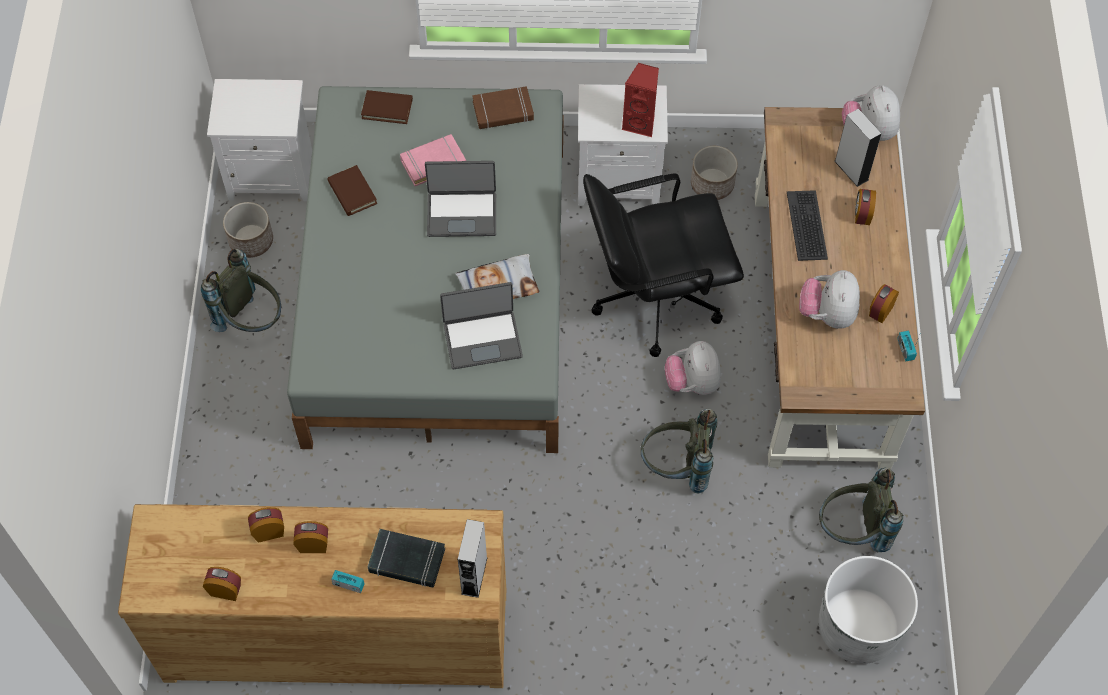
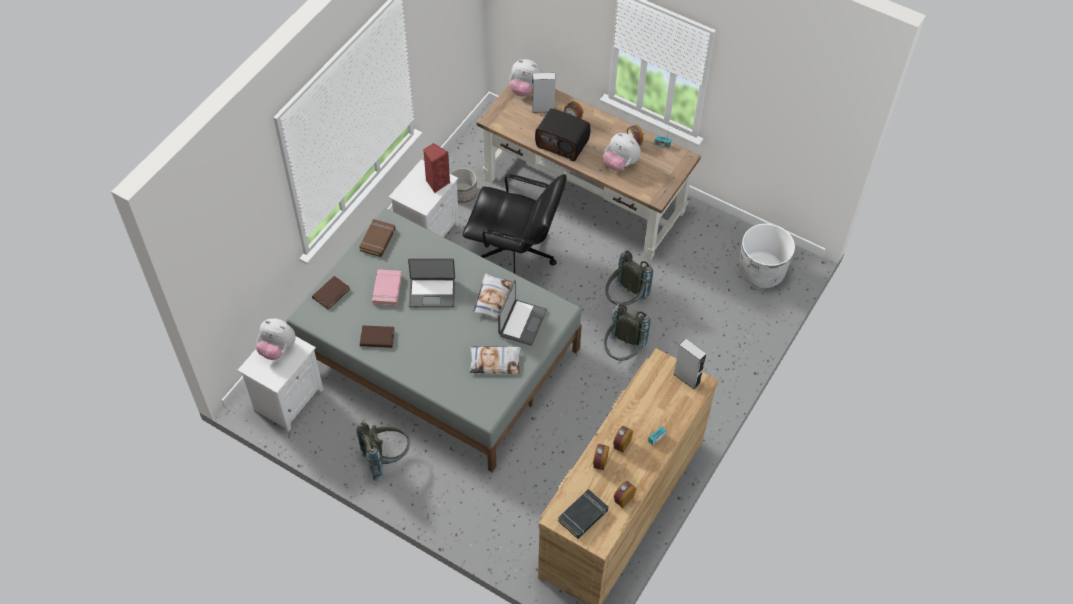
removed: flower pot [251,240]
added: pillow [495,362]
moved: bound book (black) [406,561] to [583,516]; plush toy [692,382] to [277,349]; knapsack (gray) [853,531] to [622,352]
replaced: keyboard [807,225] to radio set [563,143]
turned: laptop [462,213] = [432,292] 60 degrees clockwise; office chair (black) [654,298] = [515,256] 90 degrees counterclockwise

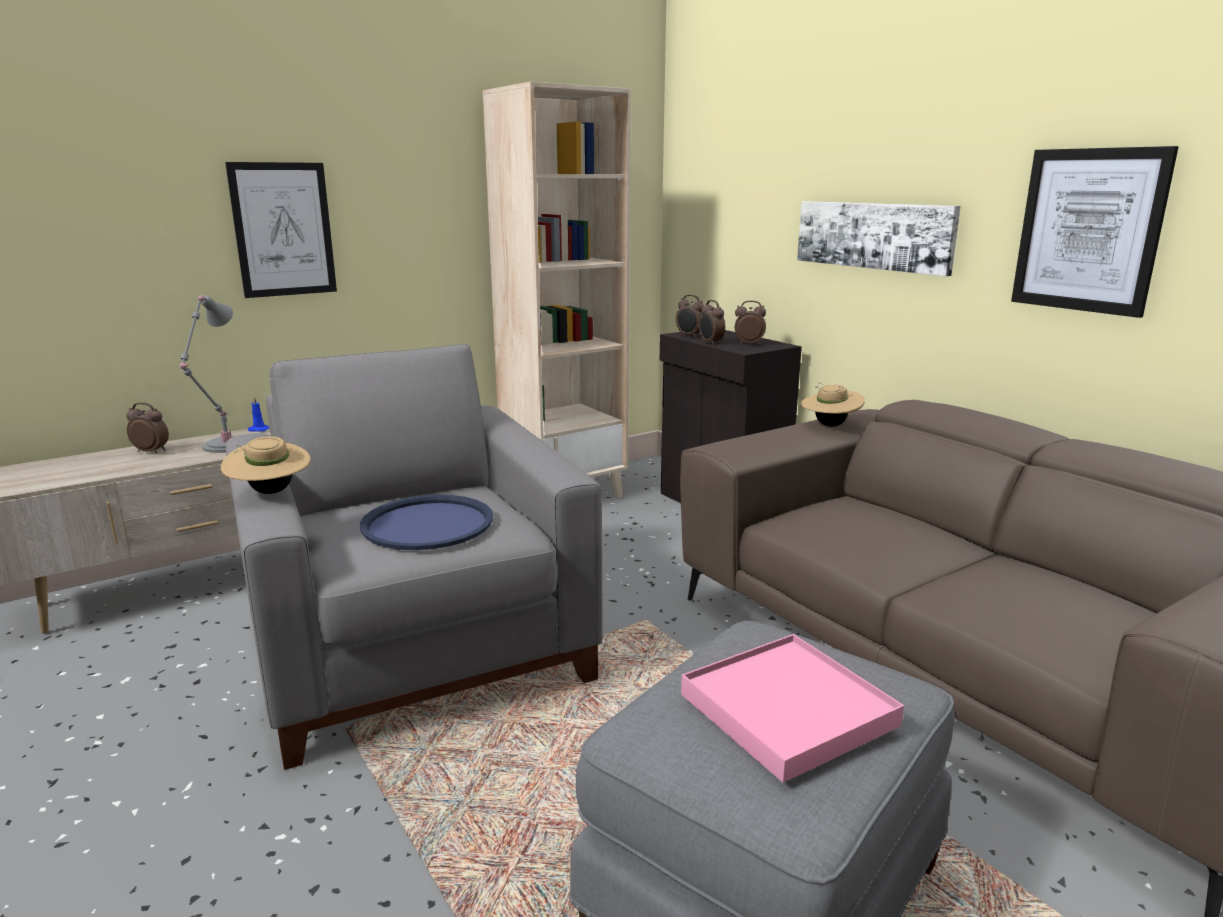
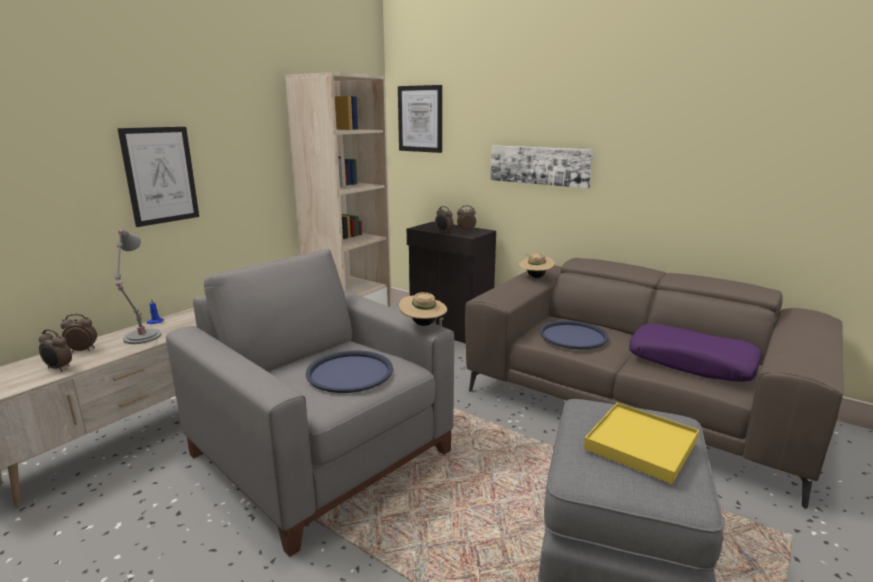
added: carrying tray (bluish) [573,336]; pillow (purplish) [691,363]
moved: wearable hat (sand-coloured) [270,492] to [423,324]; table clock [689,336] to [58,368]; wall art [1088,230] to [420,119]
recoloured: carrying tray (pink-coloured) [787,710] to carrying tray (yellow-coloured) [641,445]

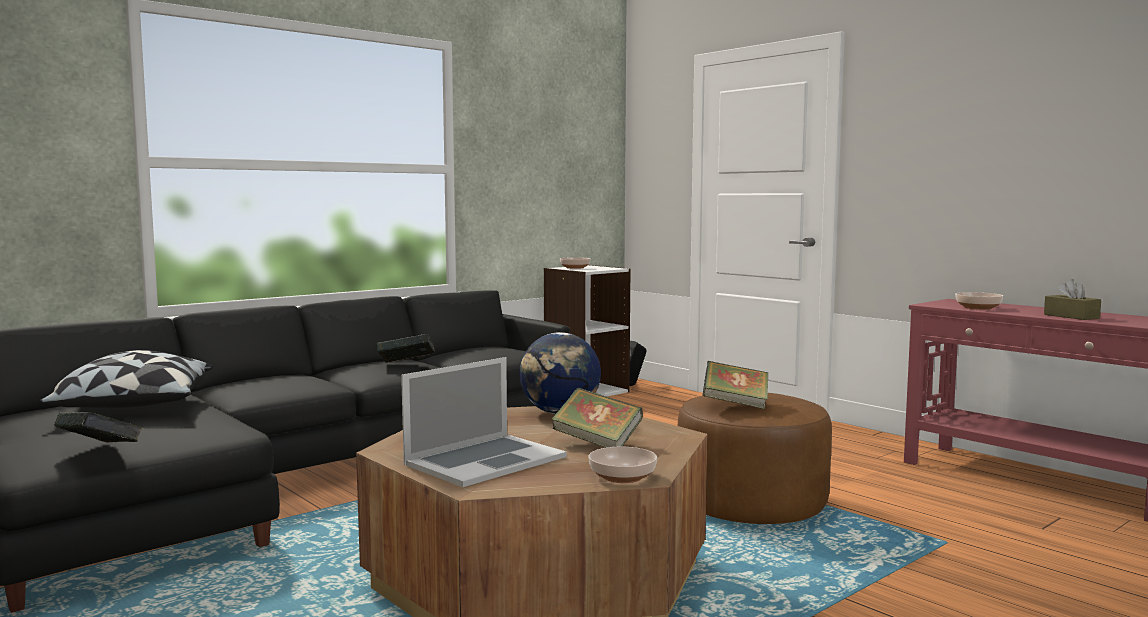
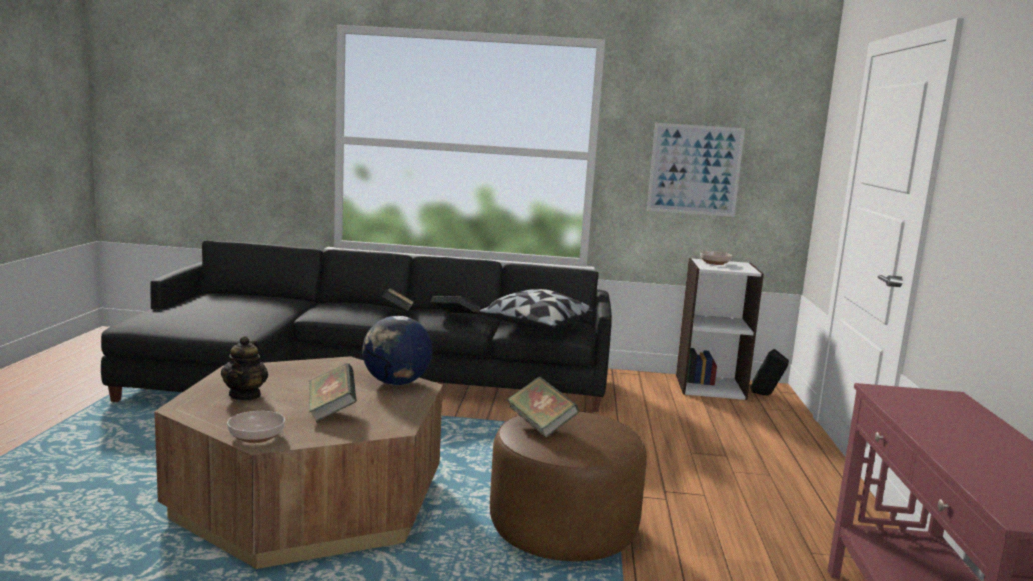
removed: serving bowl [978,308]; tissue holder (brownish) [1071,316]
added: wall art [695,170]
moved: pillow [135,407] to [536,327]; bound book [100,452] to [398,313]
replaced: laptop [485,460] to tea pot [245,395]

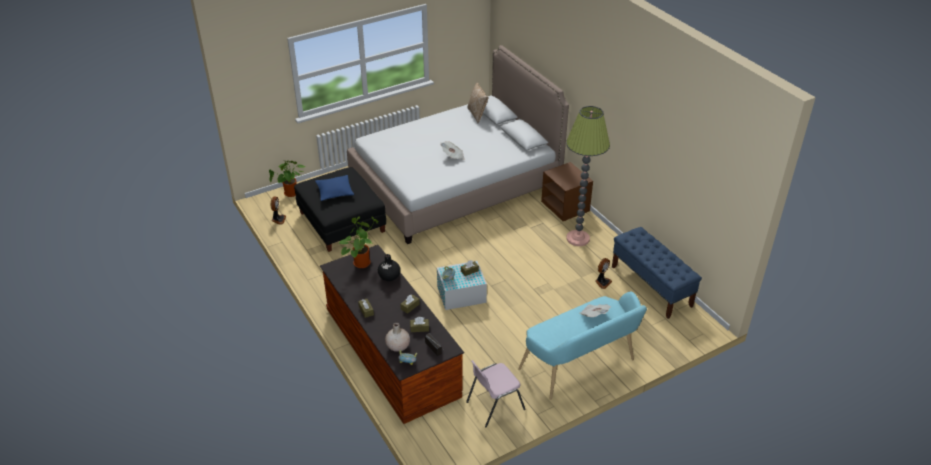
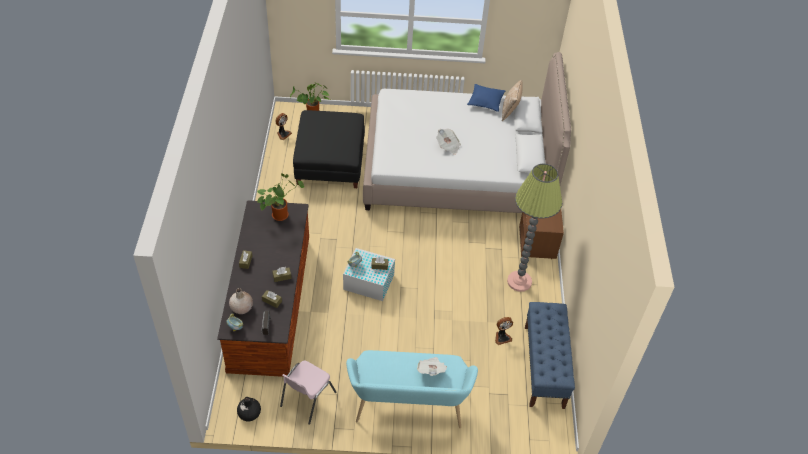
moved: pillow (bluish) [335,192] to [485,101]; flower vase (black) [389,277] to [249,414]
turned: plain chair (pink-coloured) [494,405] = [307,399] 60 degrees counterclockwise

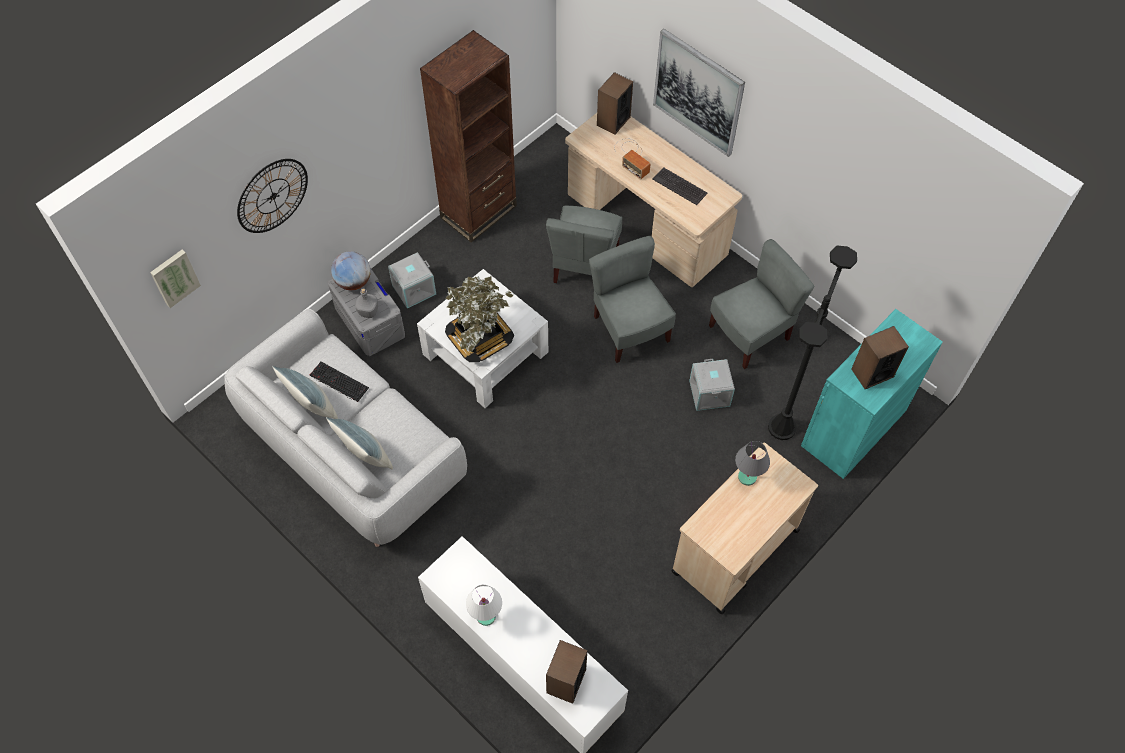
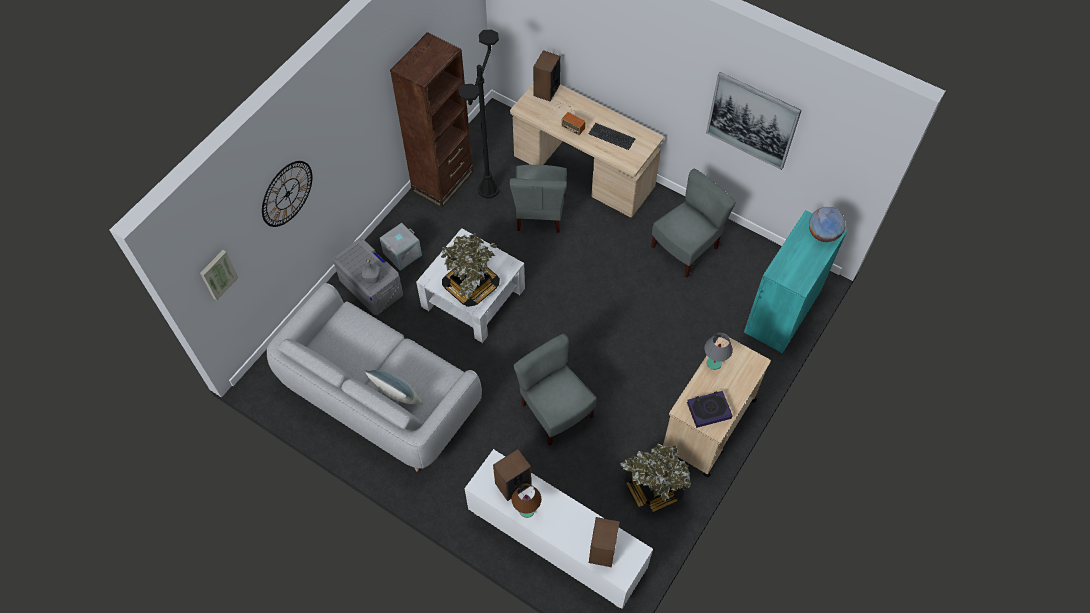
removed: pillow [312,405]; keyboard [338,382]; storage box (gray) [710,393]
added: houseplant [653,489]; bound book [708,410]
moved: globe [353,281] to [823,234]; plain chair (gray) [629,329] to [555,411]; wall art [698,92] to [752,120]; standard lamp (black) [782,427] to [488,189]; loudspeaker [872,373] to [513,484]
recoloured: tabletop lamp (white-coloured) [486,615] to tabletop lamp (brownish) [526,509]

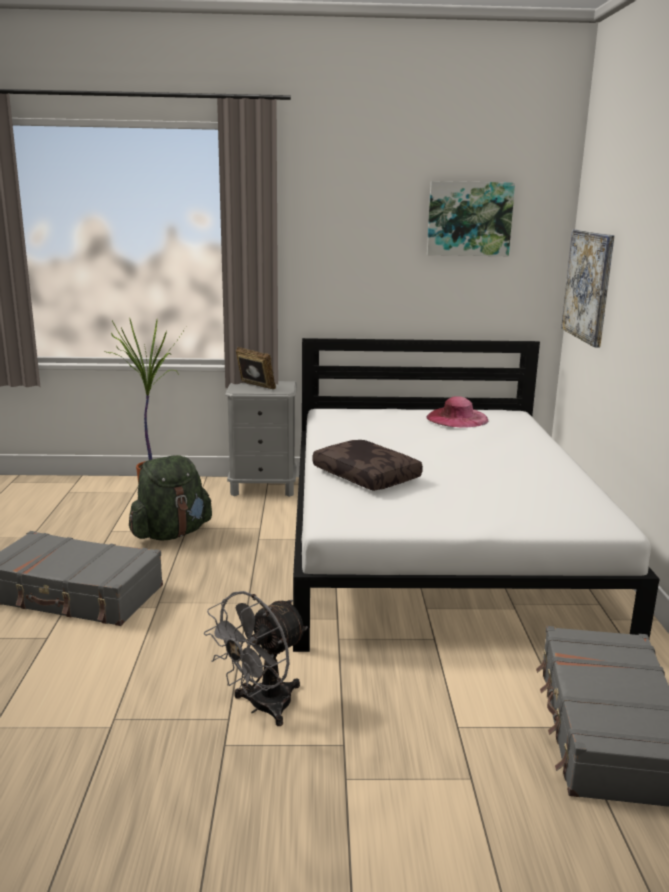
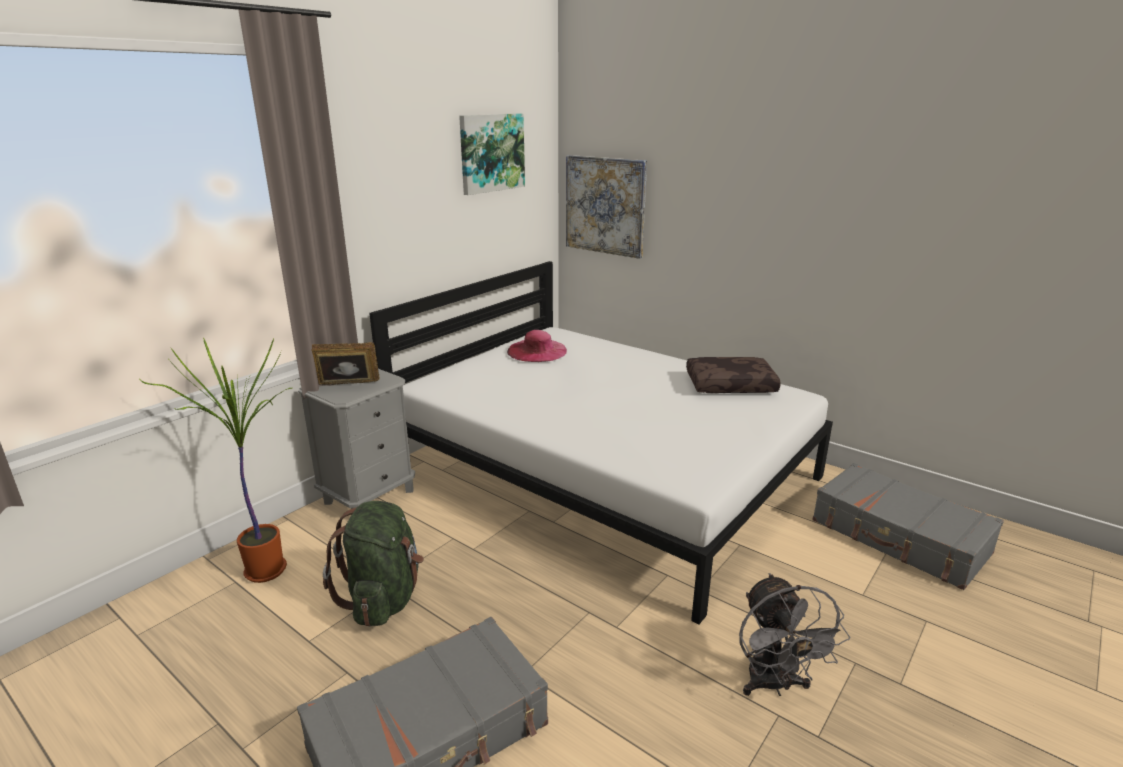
moved: pillow (brownish) [367,476] to [730,384]

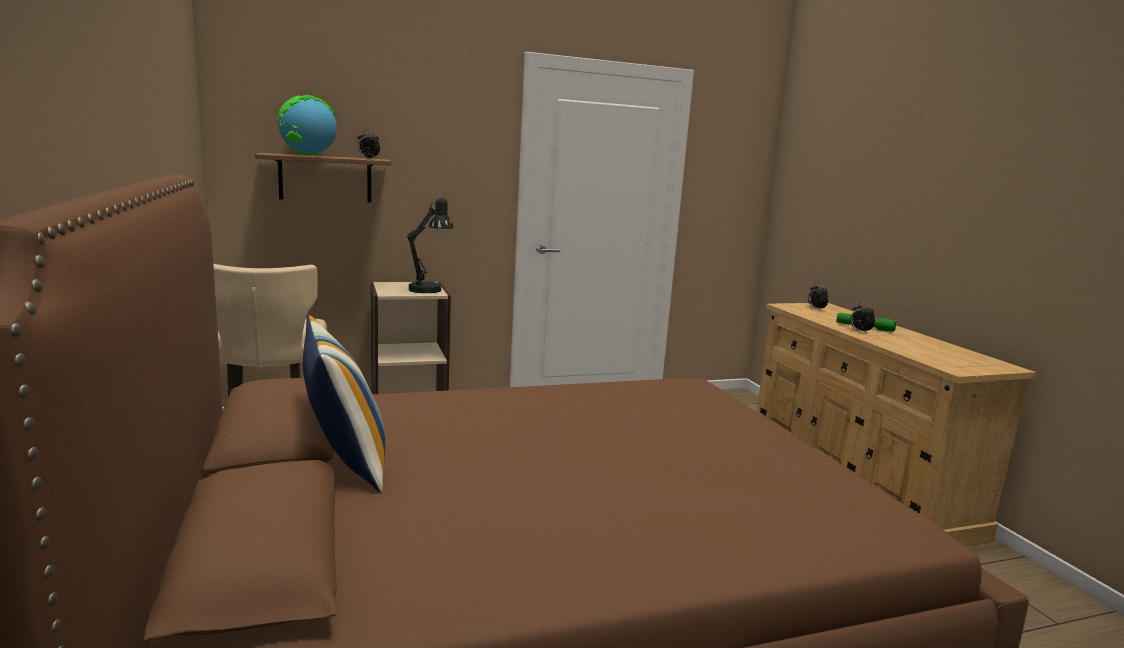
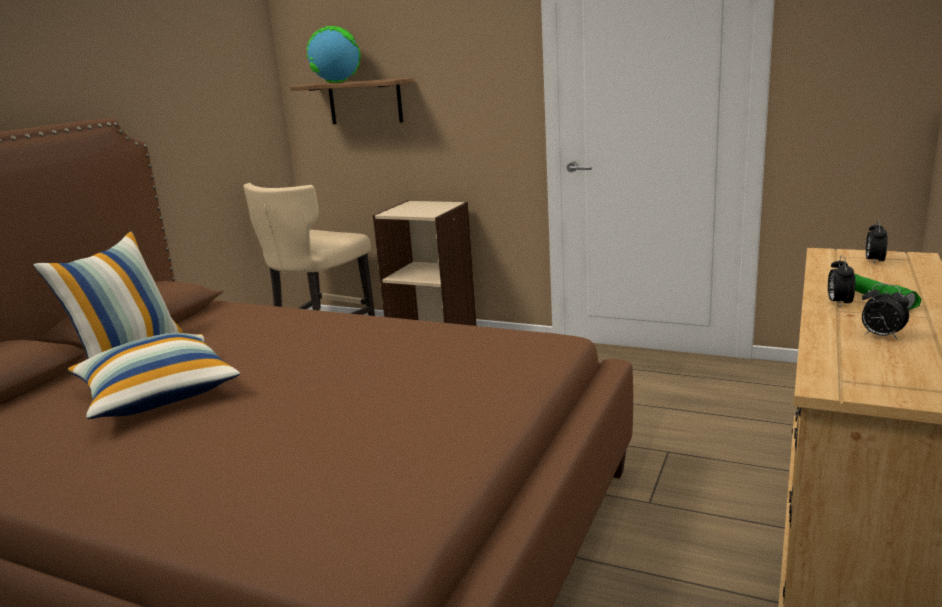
removed: tabletop lamp (black) [429,288]
added: pillow [156,395]
moved: table clock [368,158] to [880,336]

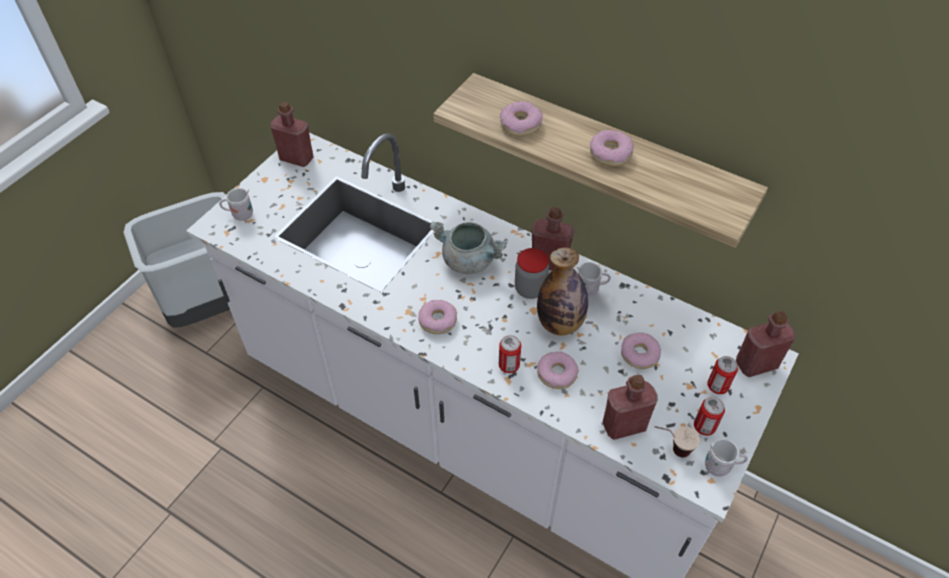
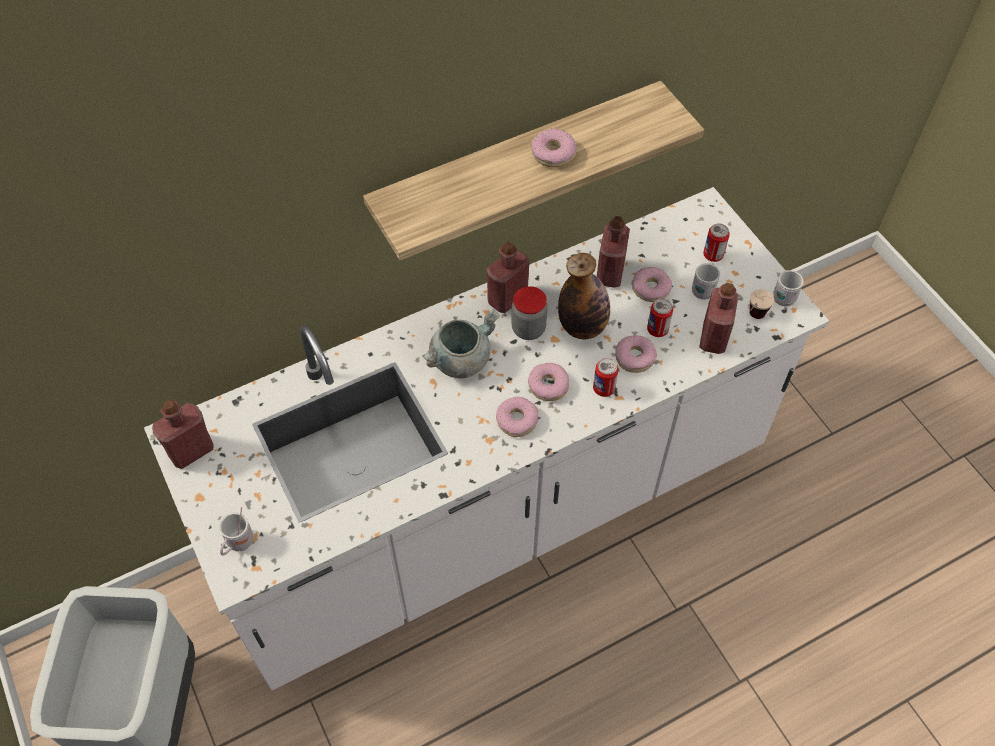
moved: donut [520,124] to [548,385]; mug (white-coloured) [590,289] to [704,289]; metal can [704,426] to [657,330]; bottle (red-coloured) [756,364] to [610,273]

